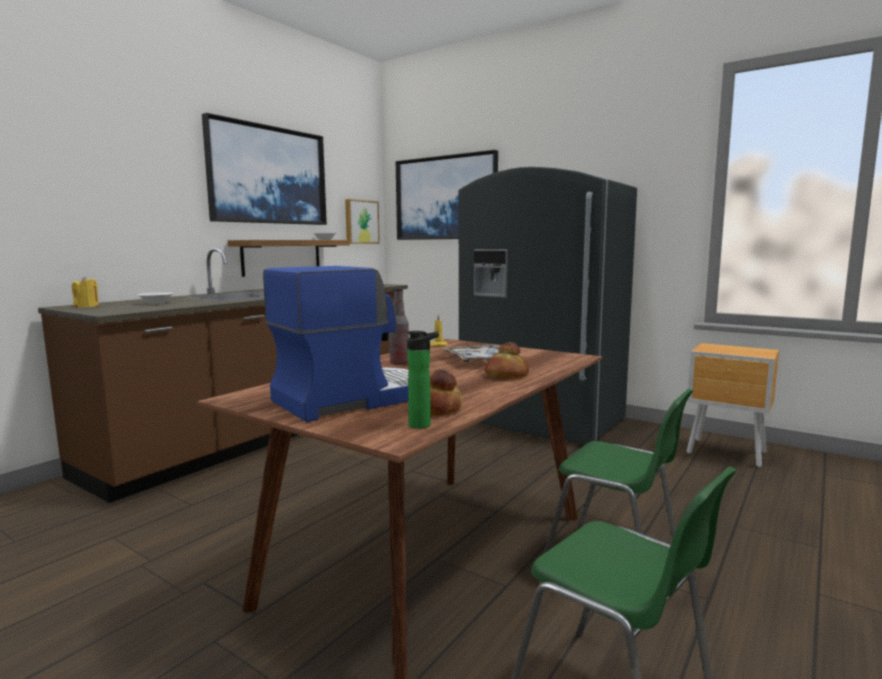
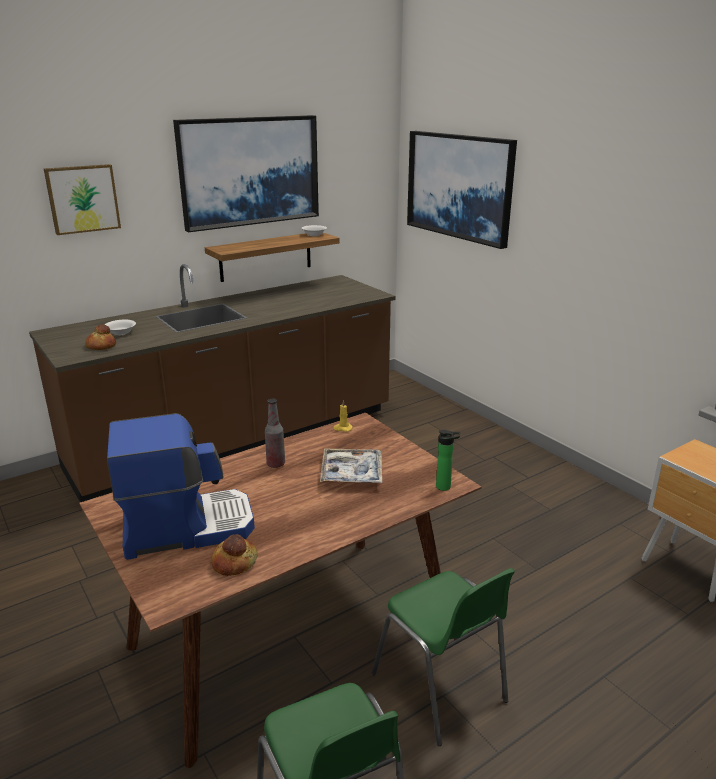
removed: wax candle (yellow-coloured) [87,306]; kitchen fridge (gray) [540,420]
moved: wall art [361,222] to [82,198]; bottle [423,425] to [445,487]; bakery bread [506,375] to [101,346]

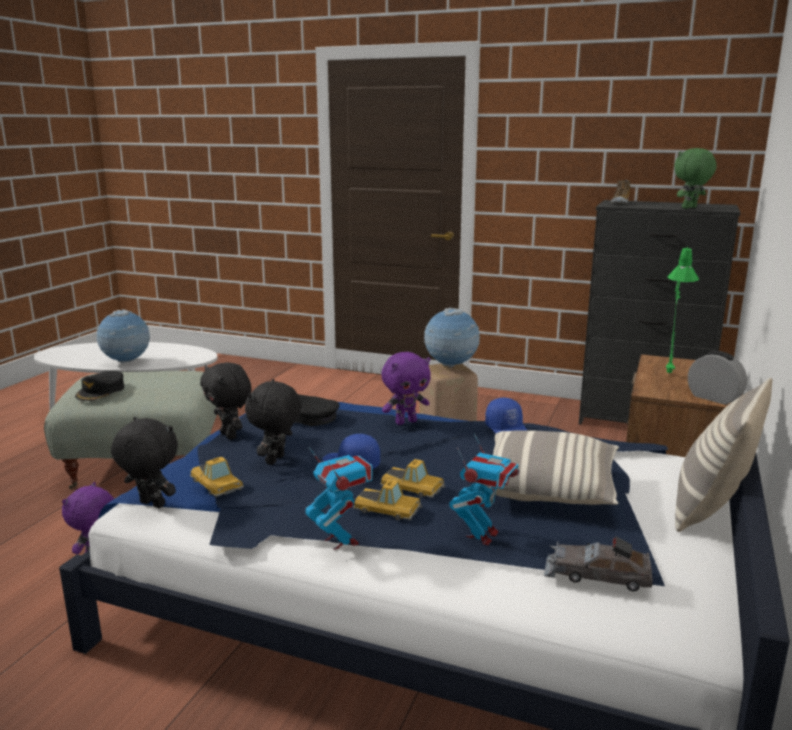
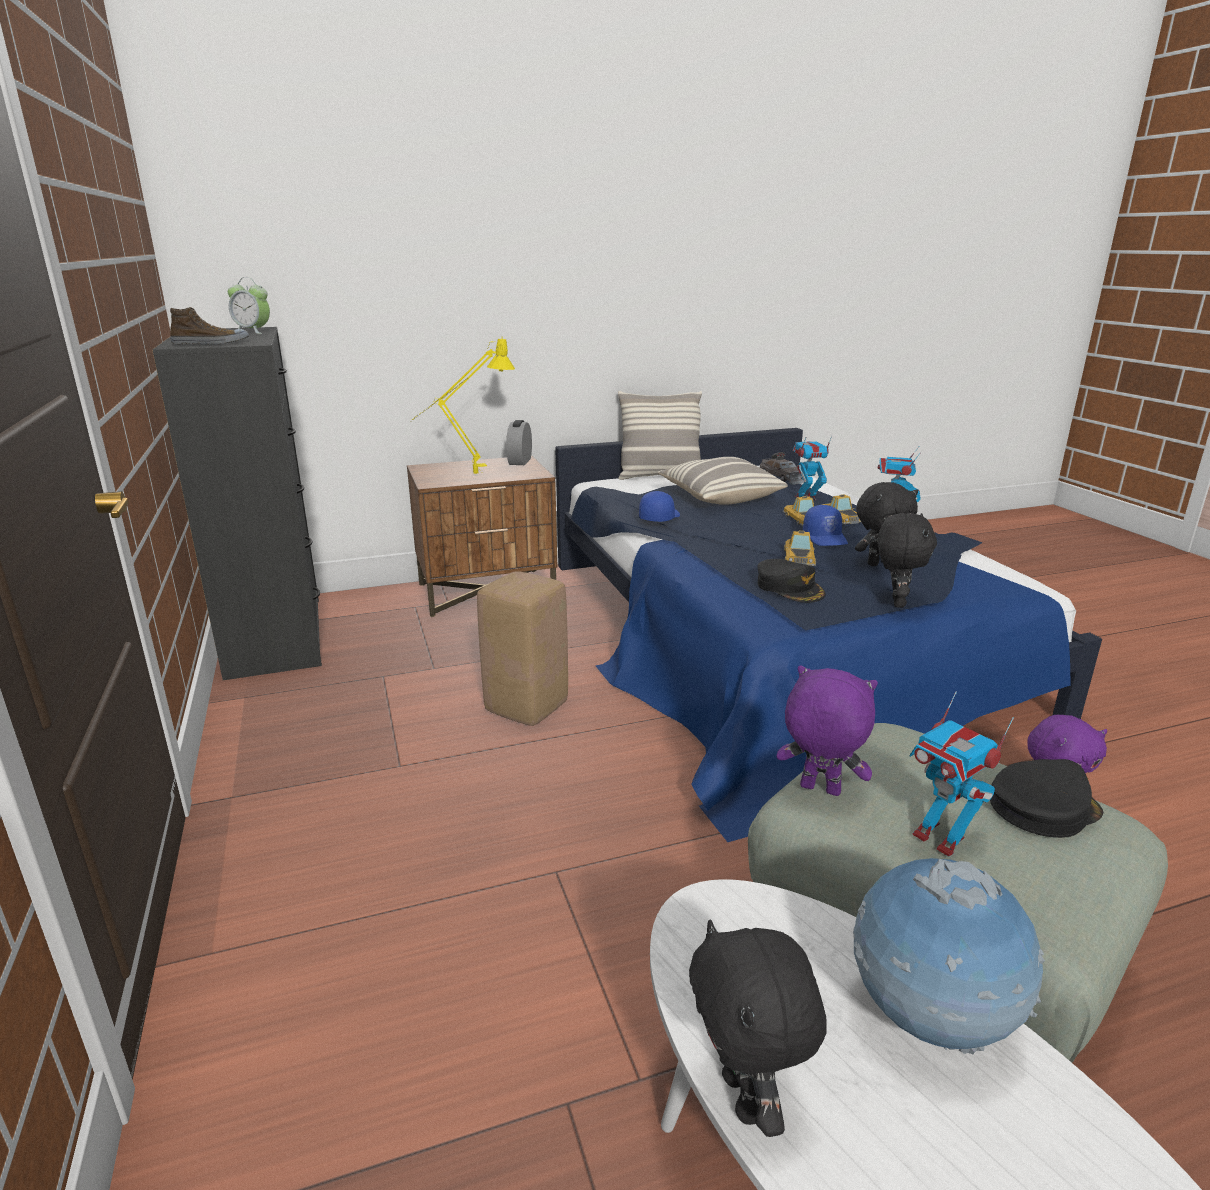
removed: globe [451,366]
added: model robot [940,838]
moved: plush toy (black) [150,505] to [746,1098]; toy car [217,484] to [799,557]; plush toy (purplish) [406,422] to [819,790]
replaced: plush toy (green-coloured) [690,208] to table clock [253,332]
recoloured: tabletop lamp (green-coloured) [668,372] to tabletop lamp (yellow-coloured) [469,476]

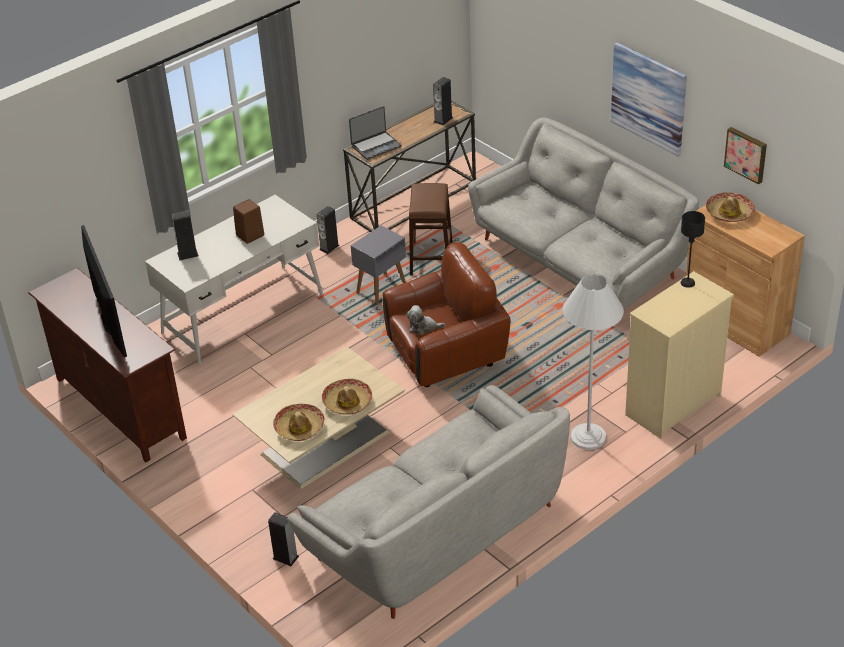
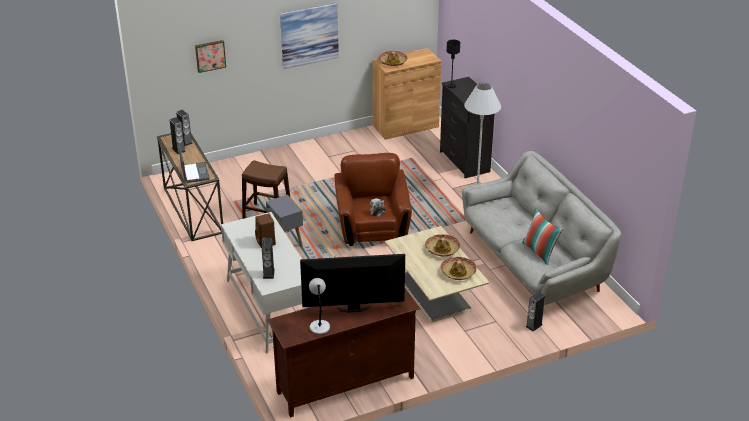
removed: sofa (gray) [579,260]
added: tabletop lamp (gray) [319,326]; pillow [540,252]
moved: loudspeaker [329,247] to [178,150]; wall art [746,154] to [210,55]
recoloured: dresser (sand-coloured) [672,405] to dresser (black) [464,162]

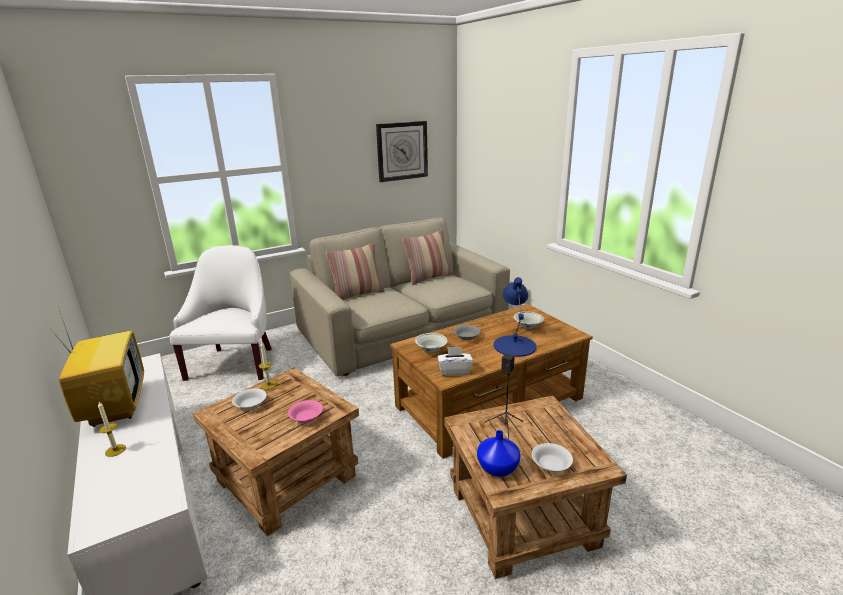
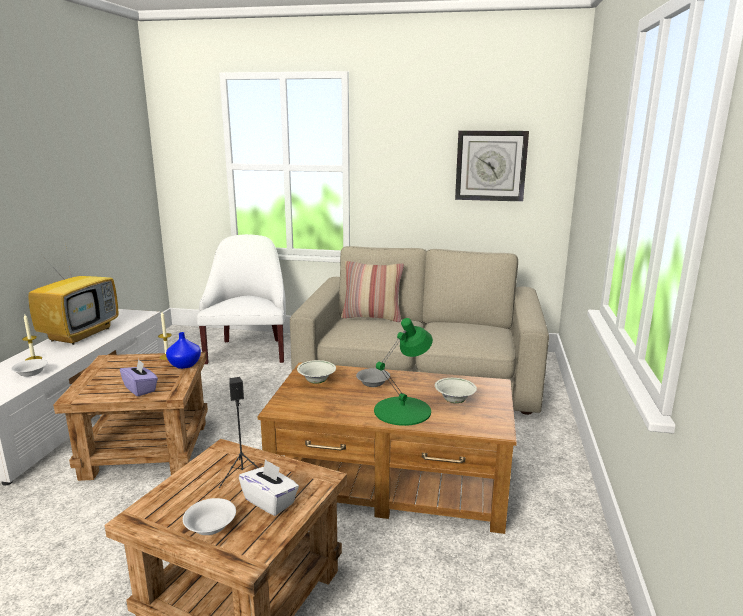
removed: pillow [428,278]
moved: serving bowl (white-coloured) [251,405] to [31,373]; tissue holder (white-coloured) [454,371] to [270,501]; flower vase (bluish) [498,468] to [185,365]
replaced: serving bowl (pink-coloured) [306,418] to tissue holder (purplish) [140,389]
recoloured: tabletop lamp (bluish) [515,345] to tabletop lamp (green-coloured) [403,410]
turned: easy chair (white-coloured) [234,363] = [248,350] 45 degrees counterclockwise

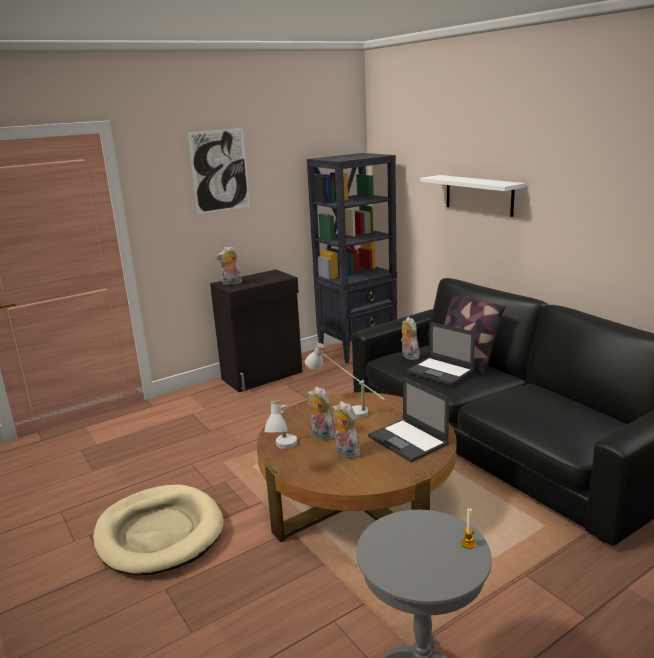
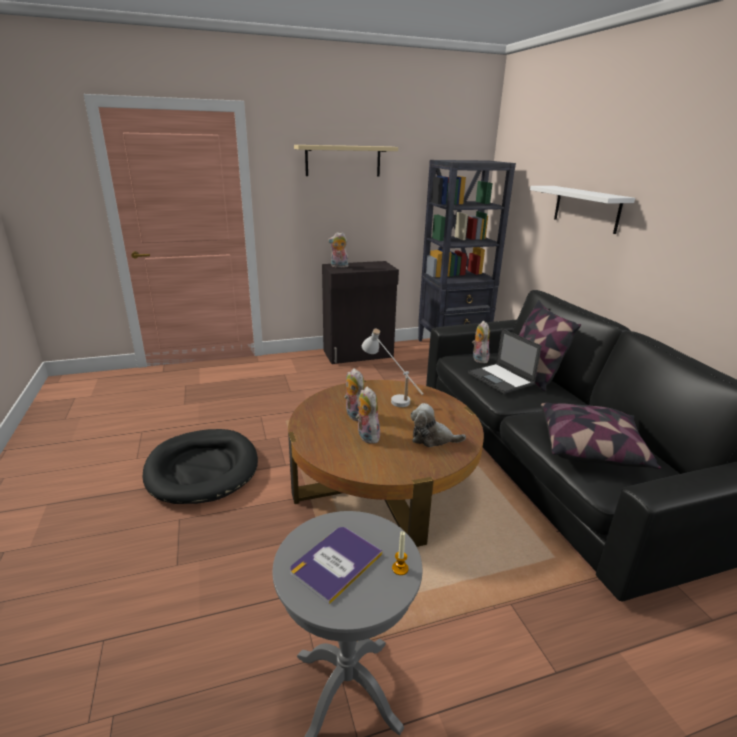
removed: tabletop lamp (white-coloured) [284,451]
added: bound book [336,563]; pillow [591,448]
replaced: wall art [220,170] to bracket shelf (sand-coloured) [343,161]; laptop [408,440] to plush toy [432,438]
recoloured: pet bed (sand-coloured) [159,533] to pet bed (black) [202,469]

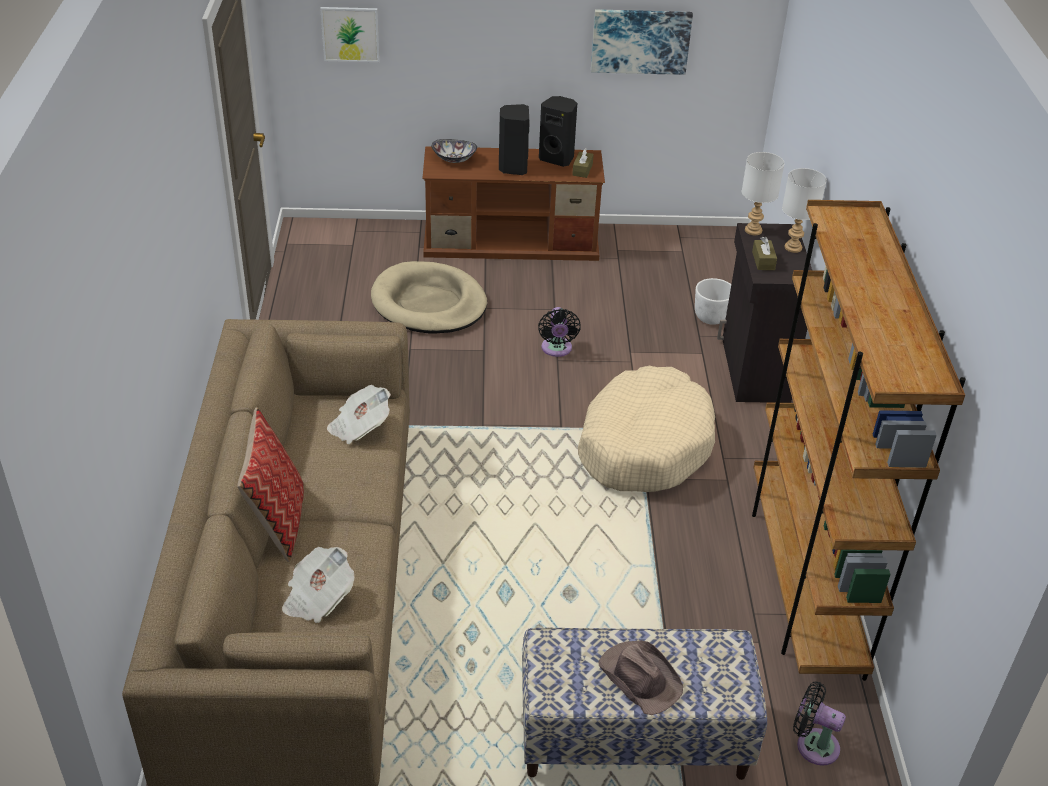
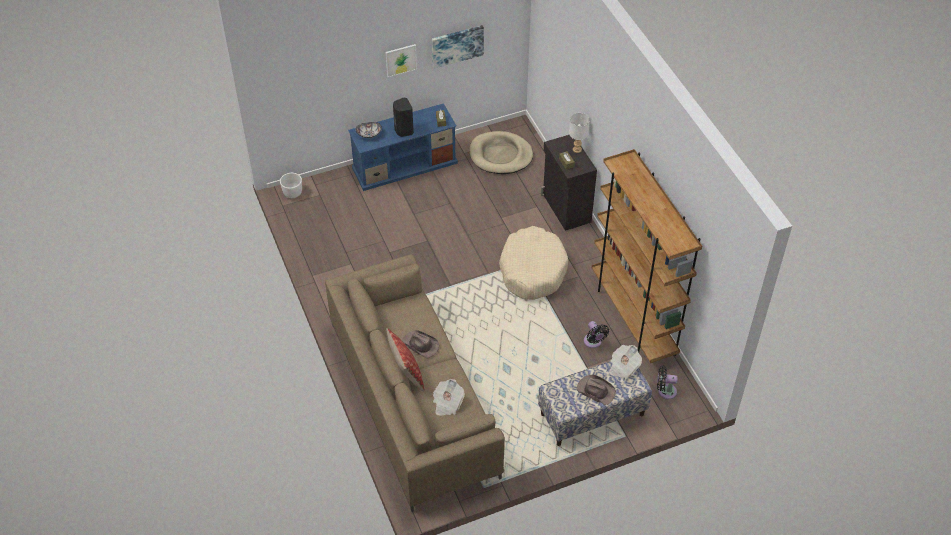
removed: loudspeaker (black) [557,158]; tabletop lamp (white-coloured) [754,231]
added: wearable hat (brownish) [420,345]
moved: wall art [350,34] to [401,60]; newspaper [359,427] to [623,367]; pet bed (sand-coloured) [429,303] to [500,155]; fan (black) [556,349] to [593,342]; flower pot (white-coloured) [711,318] to [293,193]
recoloured: tv unit (brownish) [512,241] to tv unit (bluish) [405,165]

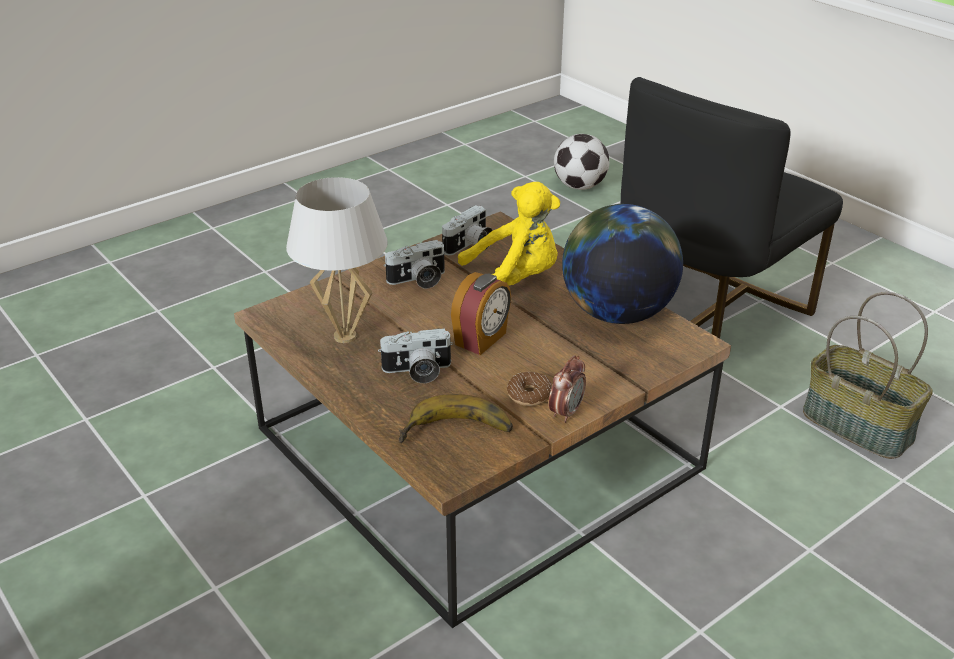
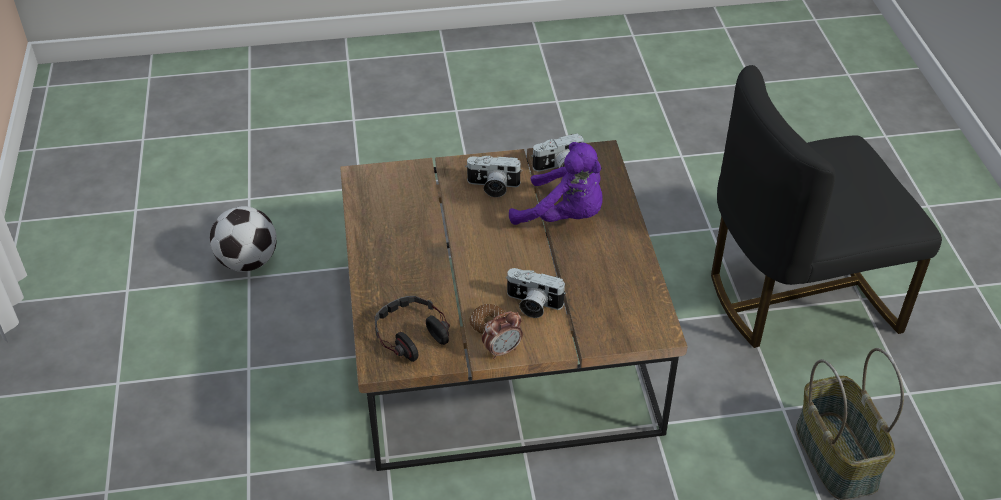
removed: tabletop lamp (white-coloured) [345,336]; table clock [482,339]; globe [616,313]
moved: still camera [417,372] to [532,304]; ball for football [579,186] to [248,261]
replaced: whole banana [456,434] to headset [411,334]
recoloured: plush toy (yellow-coloured) [512,282] to plush toy (purplish) [564,216]

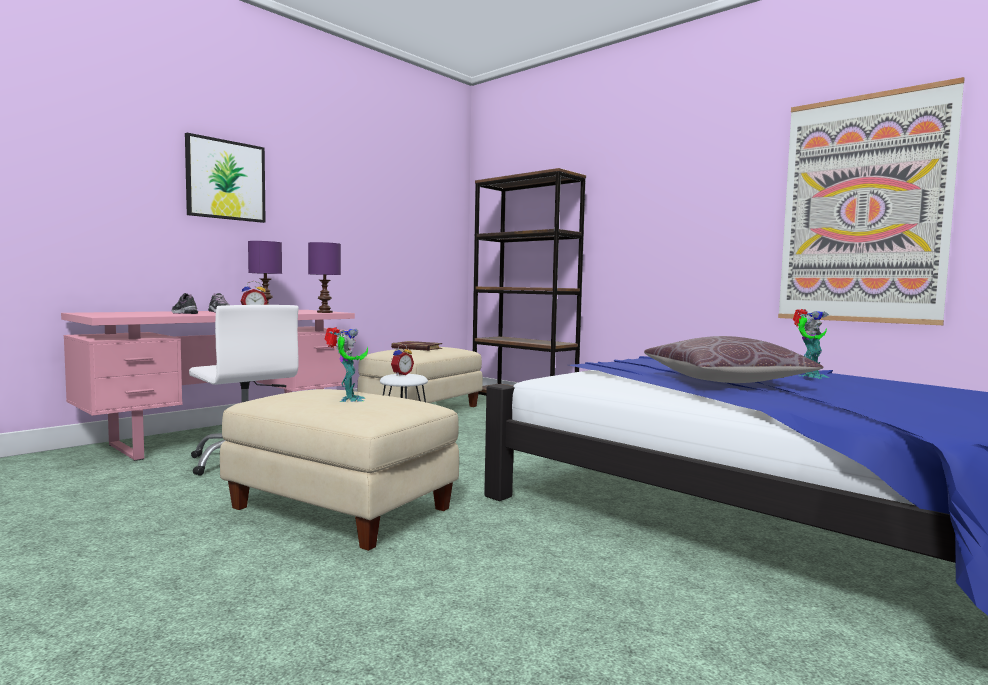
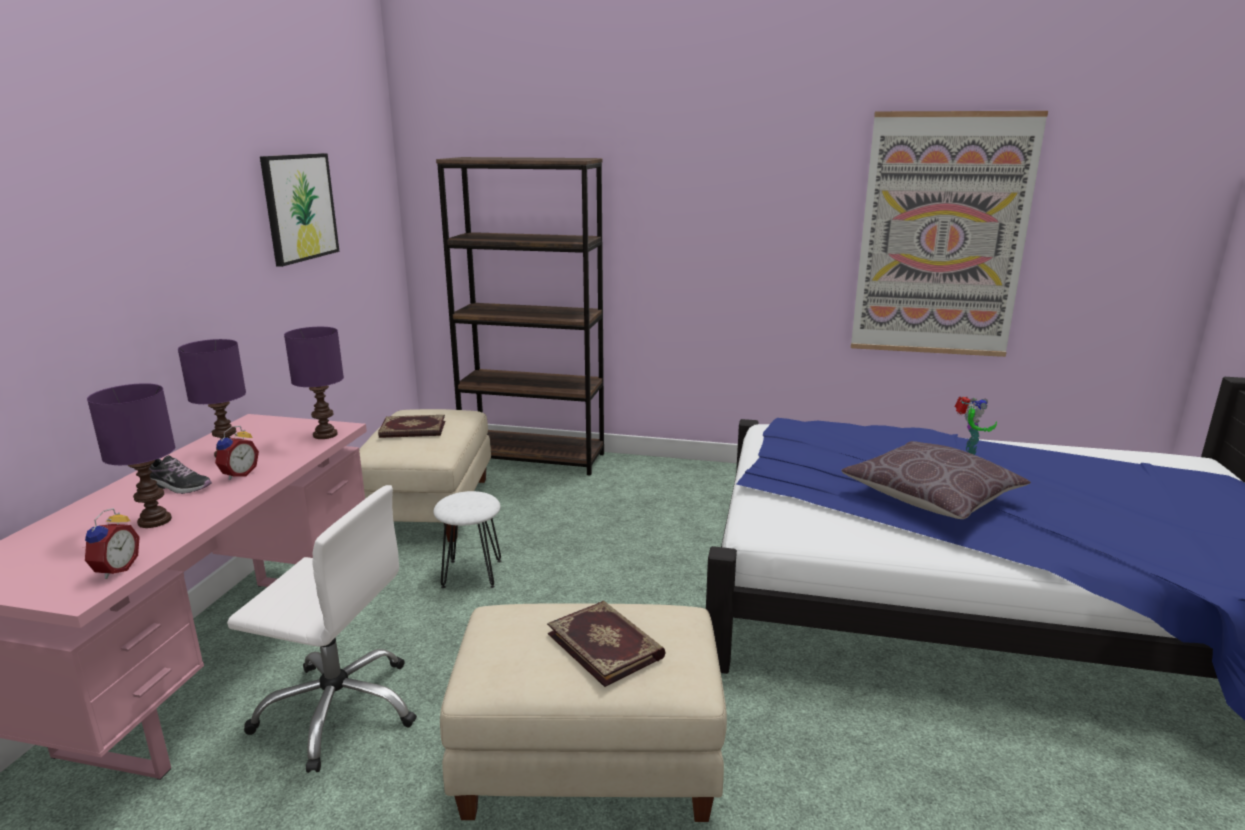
moved: wall art [226,180] to [299,207]; table clock [401,374] to [114,569]
replaced: item of footwear [185,313] to tabletop lamp (purplish) [154,521]; model robot [348,399] to bound book [606,645]

